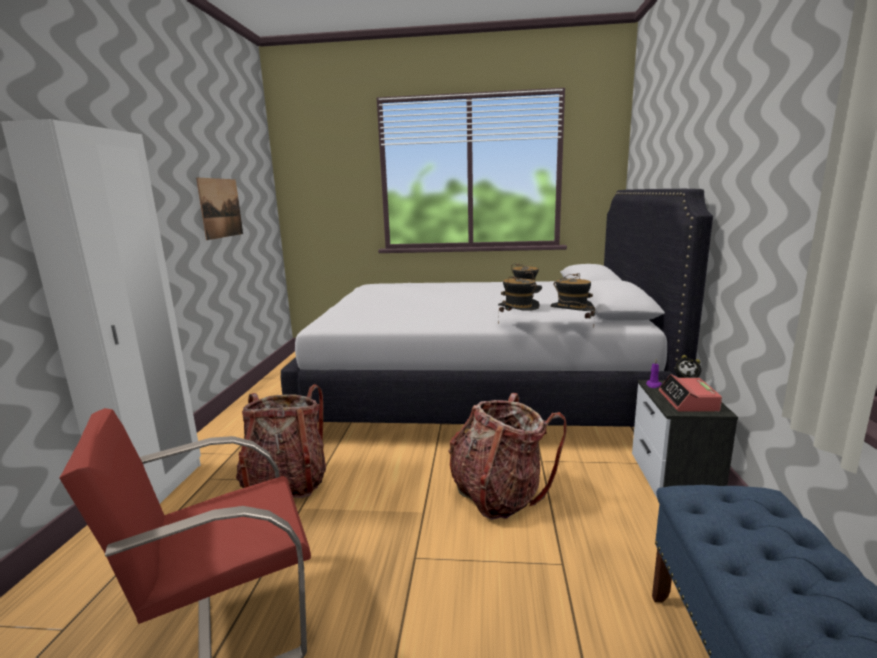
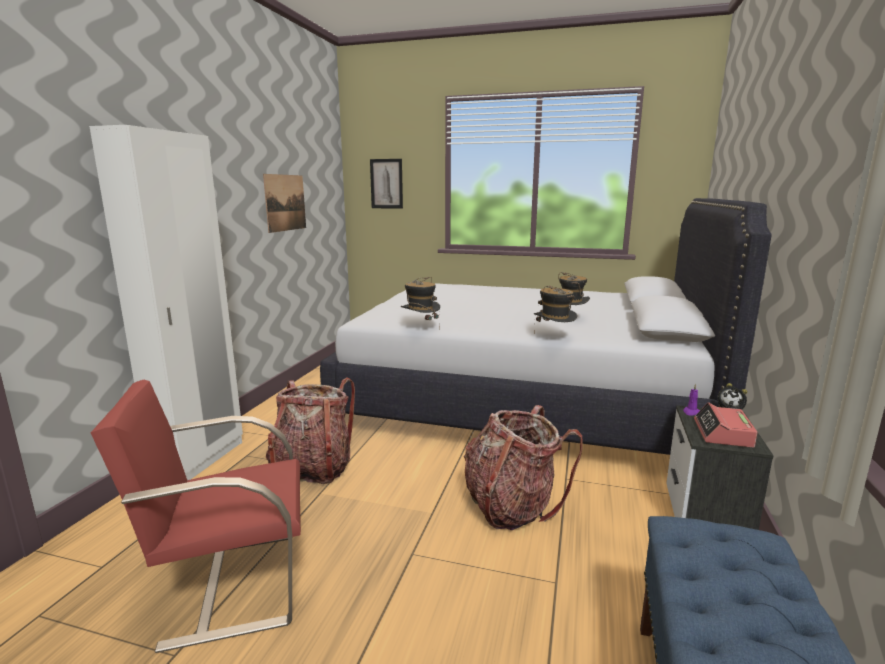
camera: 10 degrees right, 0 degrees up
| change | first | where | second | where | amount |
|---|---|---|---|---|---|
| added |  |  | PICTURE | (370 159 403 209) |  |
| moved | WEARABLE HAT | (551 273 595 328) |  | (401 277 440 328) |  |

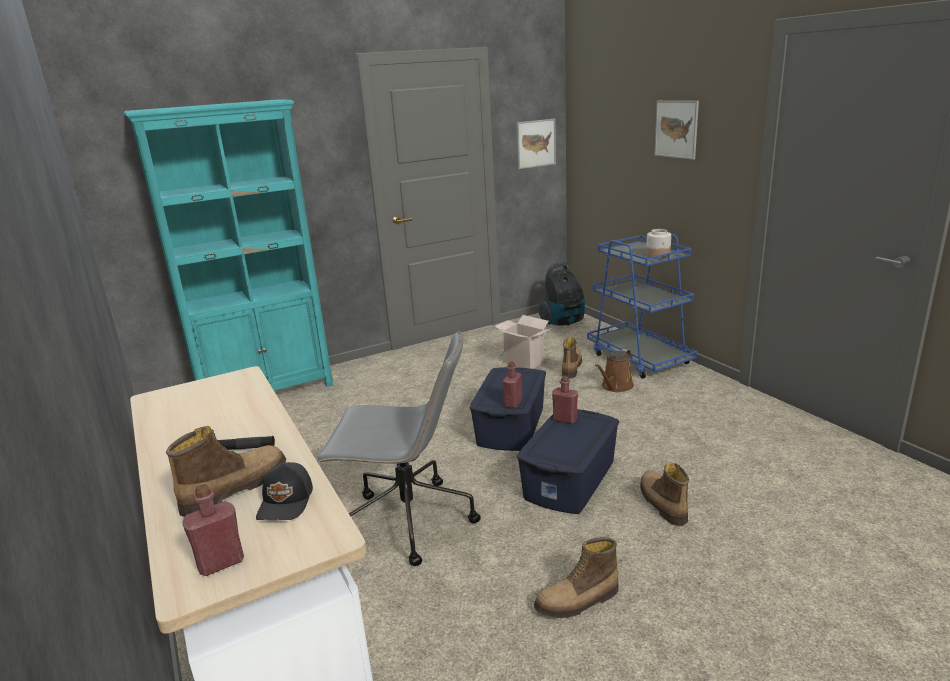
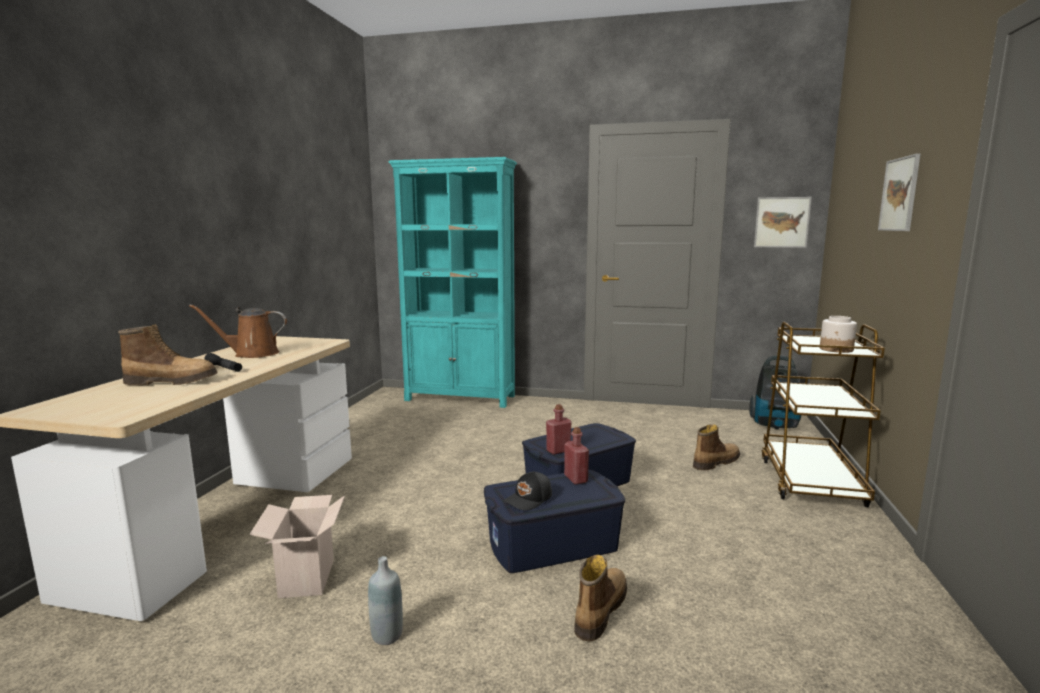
camera: 40 degrees right, 10 degrees down
| change | first | where | second | where | amount |
|---|---|---|---|---|---|
| removed | RED-COLOURED BEVERAGE BOTTLE | (182 484 244 576) |  |  |  |
| removed | GREY COMPUTER CHAIR | (316 331 481 566) |  |  |  |
| moved | BLACK CAP | (256 462 313 520) |  | (503 471 552 511) |  |
| moved | PACKING BOX | (494 315 552 369) |  | (249 495 345 598) |  |
| moved | BROWN WATERING POT | (595 349 634 392) |  | (189 305 287 358) |  |
| replaced | HIGH-TOP BOOT | (534 537 619 618) | GREY BEVERAGE BOTTLE | (368 556 403 645) |  |
| recoloured | BLUE-COLOURED CART | (587 234 697 379) | BROWN CART | (761 322 885 507) |  |

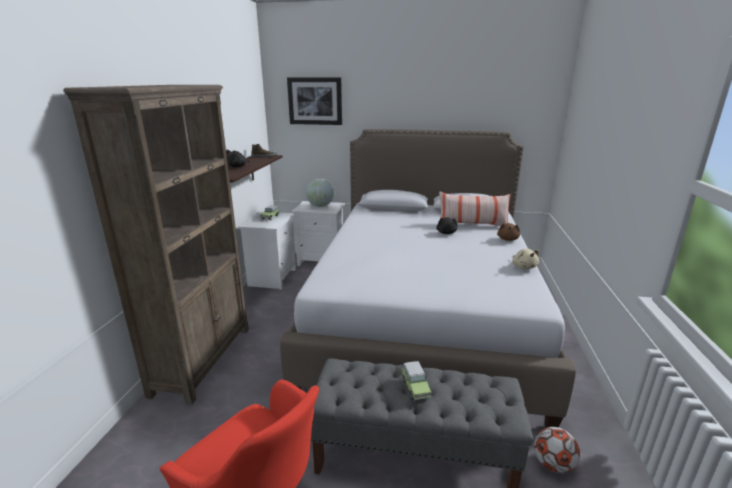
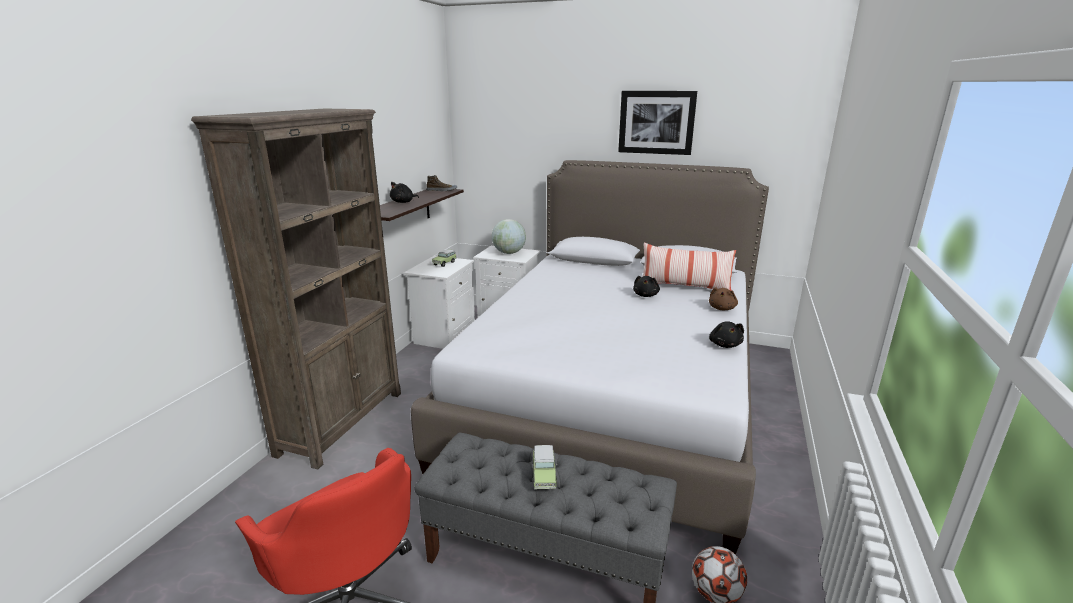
camera: 10 degrees right, 0 degrees up
| change | first | where | second | where | amount |
|---|---|---|---|---|---|
| moved | PICTURE | (287 77 342 125) |  | (618 91 697 155) |  |
| recoloured | SAND-COLOURED PLUSH TOY | (512 249 540 269) | BLACK PLUSH TOY | (709 321 744 348) |  |

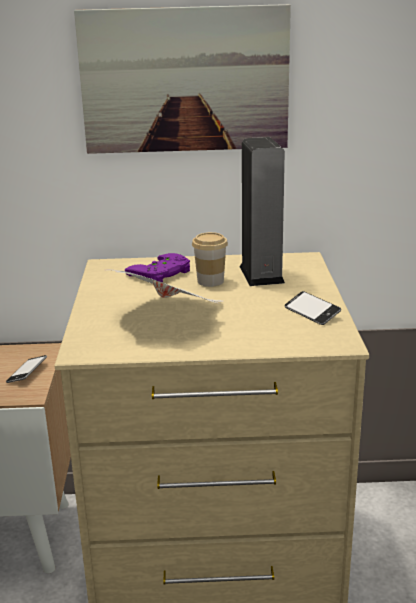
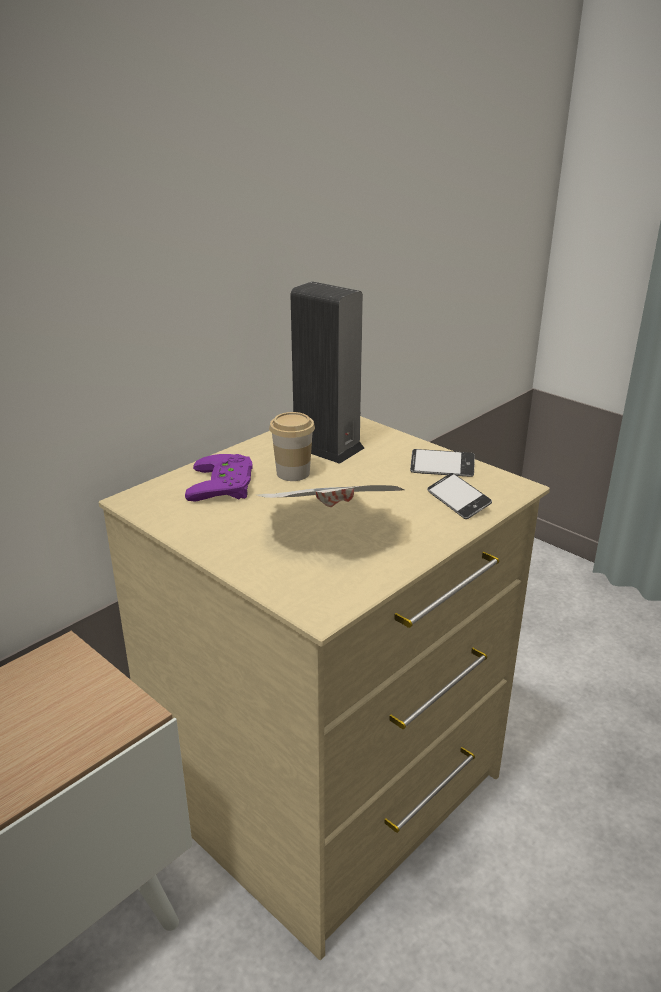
camera: 45 degrees left, 5 degrees up
| change | first | where | second | where | amount |
|---|---|---|---|---|---|
| removed | PICTURE | (74 4 291 154) |  |  |  |
| moved | PHONE | (6 355 47 383) |  | (427 473 492 519) |  |

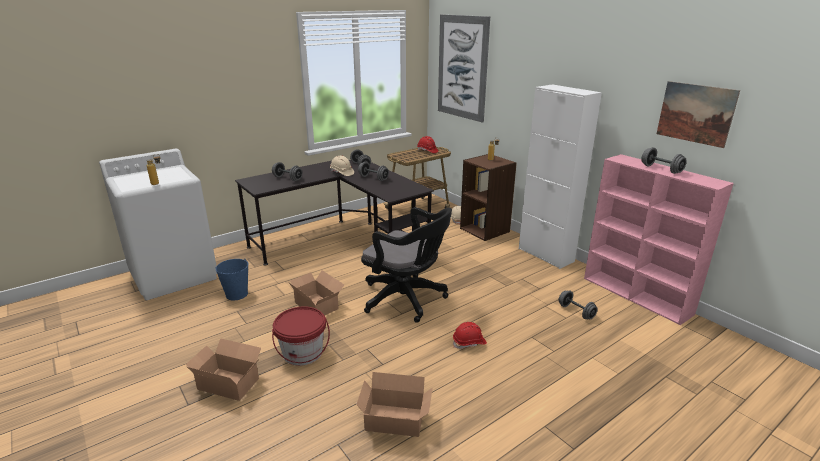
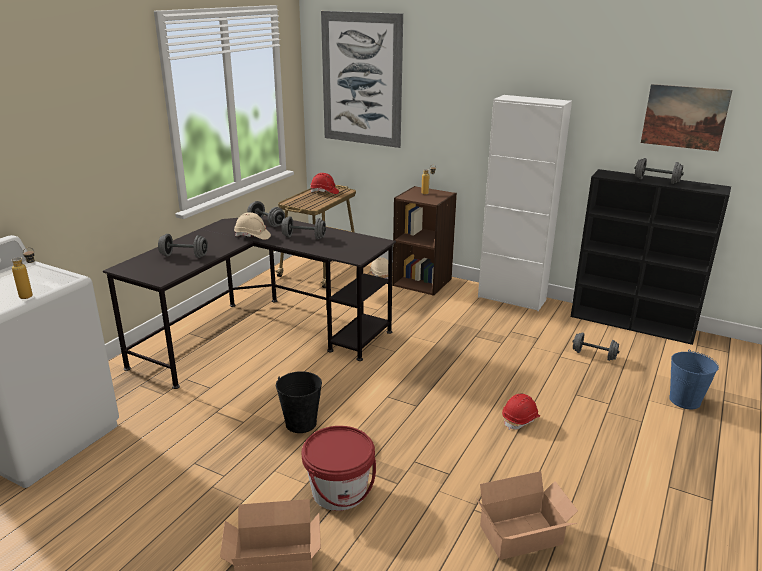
camera: 25 degrees left, 0 degrees up
| change | first | where | second | where | amount |
|---|---|---|---|---|---|
| removed | BLACK COMPUTER CHAIR | (361 207 452 323) |  |  |  |
| moved | BLUE-COLOURED BUCKET | (215 258 249 300) |  | (669 350 719 409) |  |
| replaced | PACKING BOX | (289 270 344 316) | BLACK BUCKET | (276 371 322 433) |  |
| recoloured | PINK SHELVING UNIT | (584 154 734 325) | BLACK SHELVING UNIT | (571 169 731 345) |  |

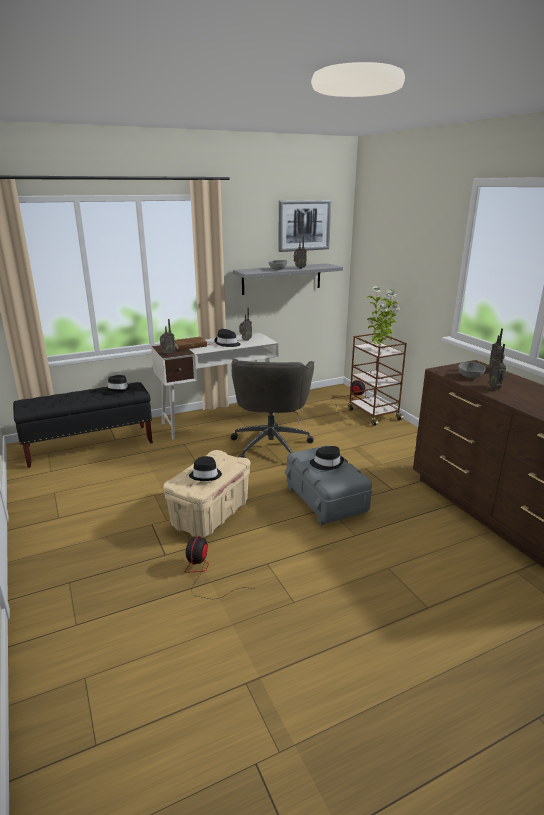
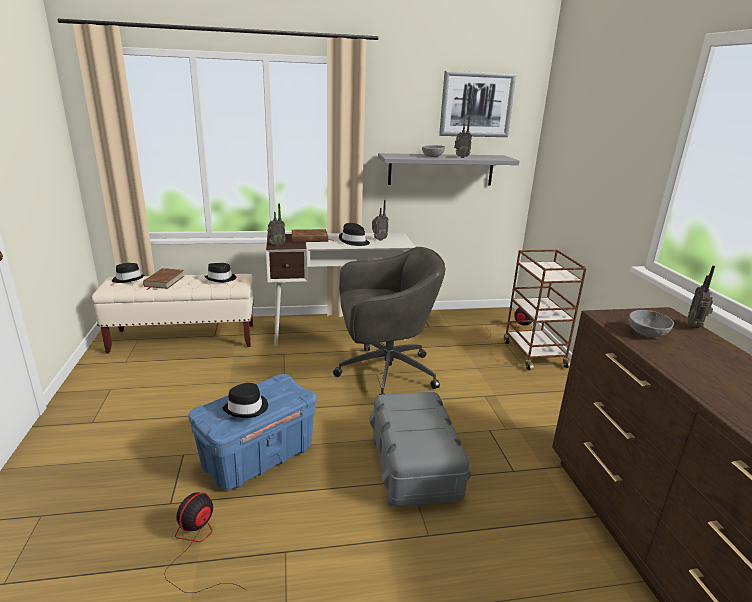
camera: 15 degrees right, 0 degrees up
| change | first | where | second | where | amount |
|---|---|---|---|---|---|
| removed | HOUSEPLANT | (367 286 399 348) |  |  |  |
| removed | RADIO | (489 344 507 389) |  |  |  |
| added |  |  | BROWN BOUND BOOK | (143 268 184 290) |  |
| moved | BLACK WEARABLE HAT | (310 446 344 470) |  | (112 263 144 283) |  |
| recoloured | BLACK LONG SEAT | (13 382 153 468) | SAND-COLOURED LONG SEAT | (92 274 254 354) |  |
| recoloured | SAND-COLOURED STORAGE BIN | (163 450 250 538) | BLUE-COLOURED STORAGE BIN | (188 374 316 490) |  |
| turned | GREY COMPUTER CHAIR | (231 359 314 458) |  | (333 247 446 395) | 120 degrees counterclockwise |

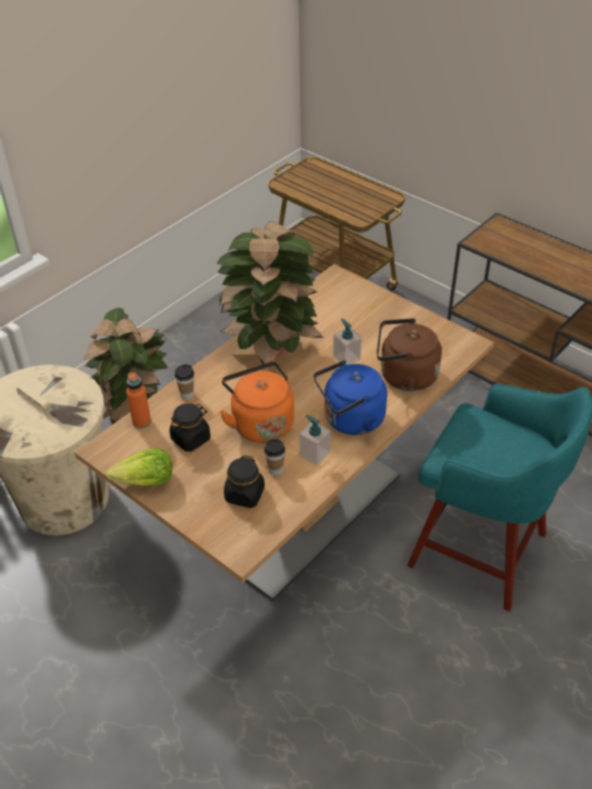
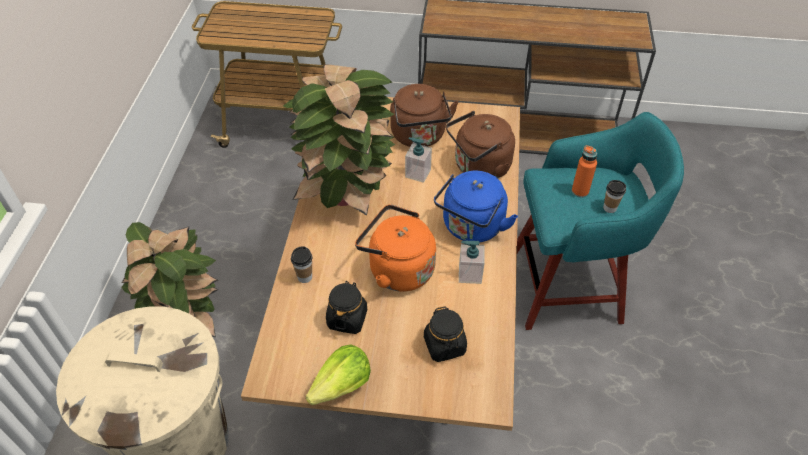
camera: 35 degrees left, 5 degrees up
| change | first | where | second | where | amount |
|---|---|---|---|---|---|
| added |  |  | BROWN KETTLE | (390 84 458 147) |  |
| moved | ORANGEY BEVERAGE BOTTLE | (126 372 151 429) |  | (572 145 597 198) |  |
| moved | CUP | (264 439 285 475) |  | (603 180 626 213) |  |

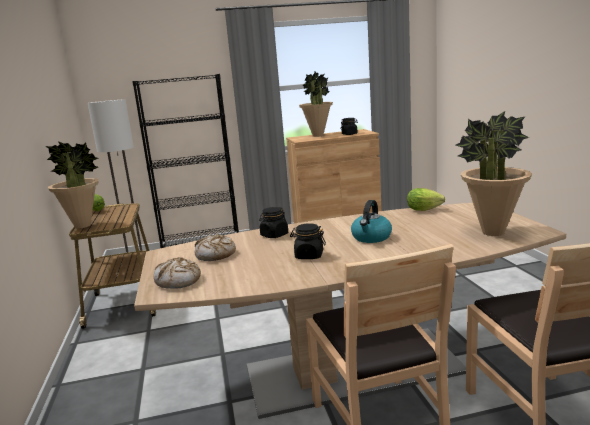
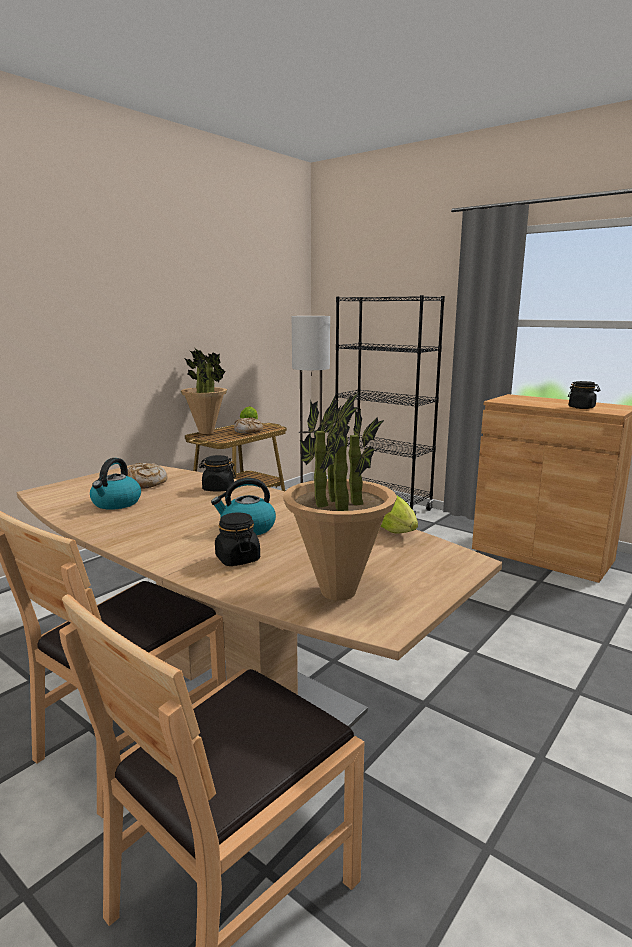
camera: 50 degrees right, 0 degrees up
| change | first | where | second | where | amount |
|---|---|---|---|---|---|
| removed | HOUSEPLANT | (299 72 333 137) |  |  |  |
| added |  |  | KETTLE | (90 458 141 510) |  |
| moved | BREAD | (154 257 201 289) |  | (234 417 263 434) |  |
| moved | BLACK JAR | (290 223 326 259) |  | (215 512 260 566) |  |

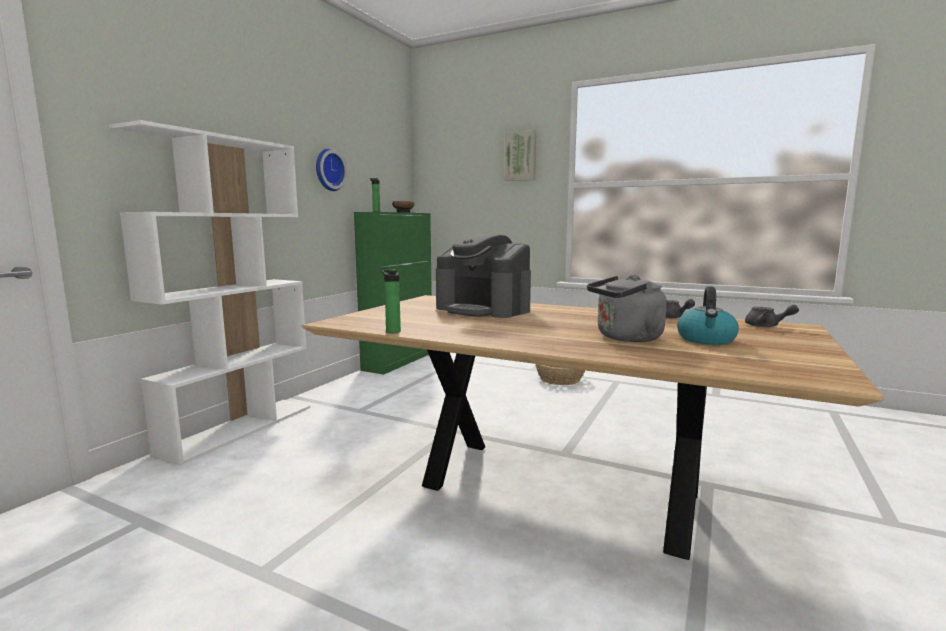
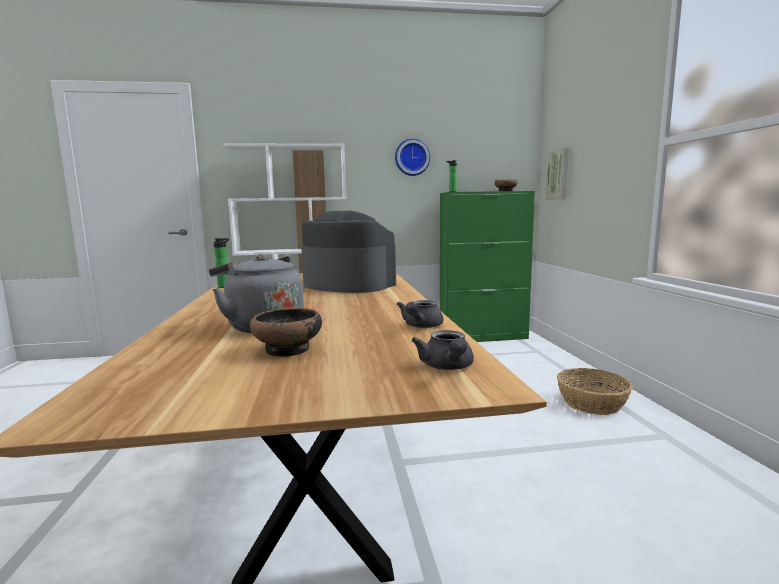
camera: 55 degrees right, 0 degrees up
| change | first | where | second | where | amount |
|---|---|---|---|---|---|
| moved | PICTURE | (504 130 536 181) |  | (545 148 569 200) |  |
| replaced | KETTLE | (677 287 739 345) | BOWL | (250 308 322 357) |  |
| turned | COFFEE MAKER | (436 234 531 318) |  | (301 211 396 293) | 120 degrees clockwise |

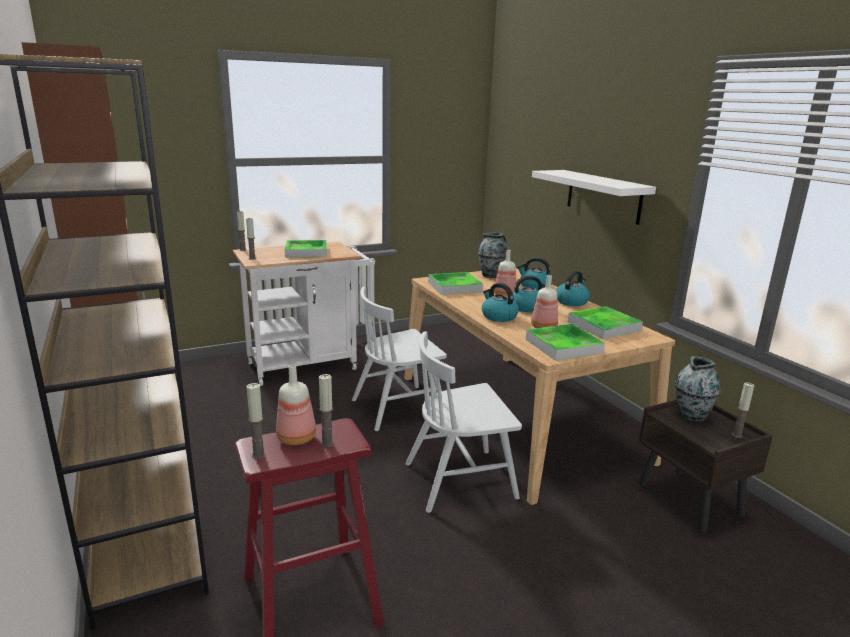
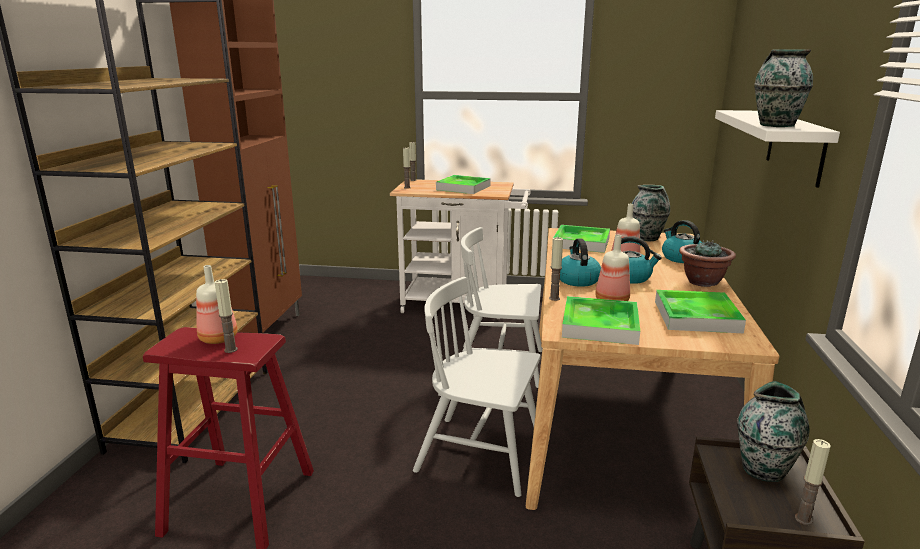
camera: 35 degrees right, 0 degrees up
| change | first | where | second | where | amount |
|---|---|---|---|---|---|
| added |  |  | VASE | (754 49 813 127) |  |
| moved | WAX CANDLE | (247 383 266 459) |  | (549 237 563 301) |  |
| replaced | KETTLE | (556 270 590 306) | HOUSEPLANT | (679 240 736 287) |  |

